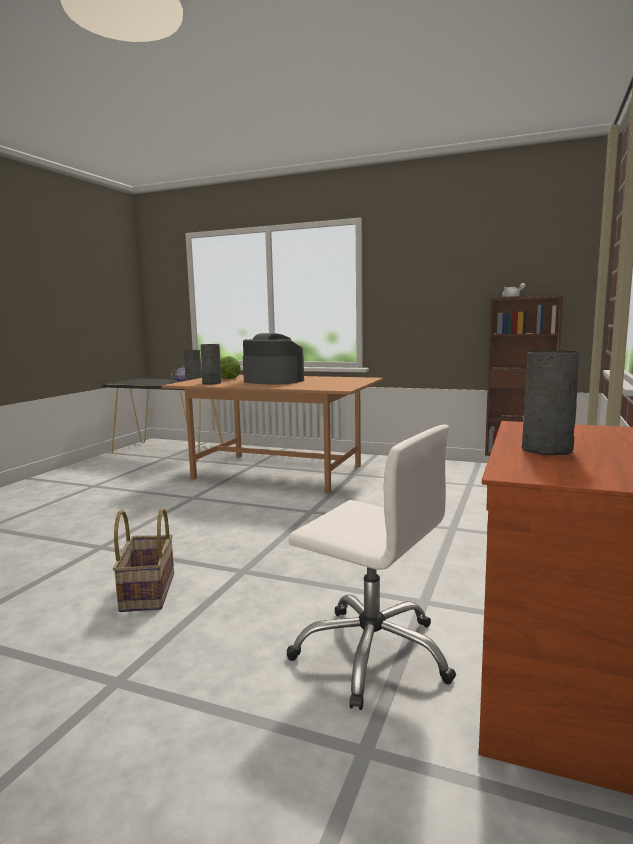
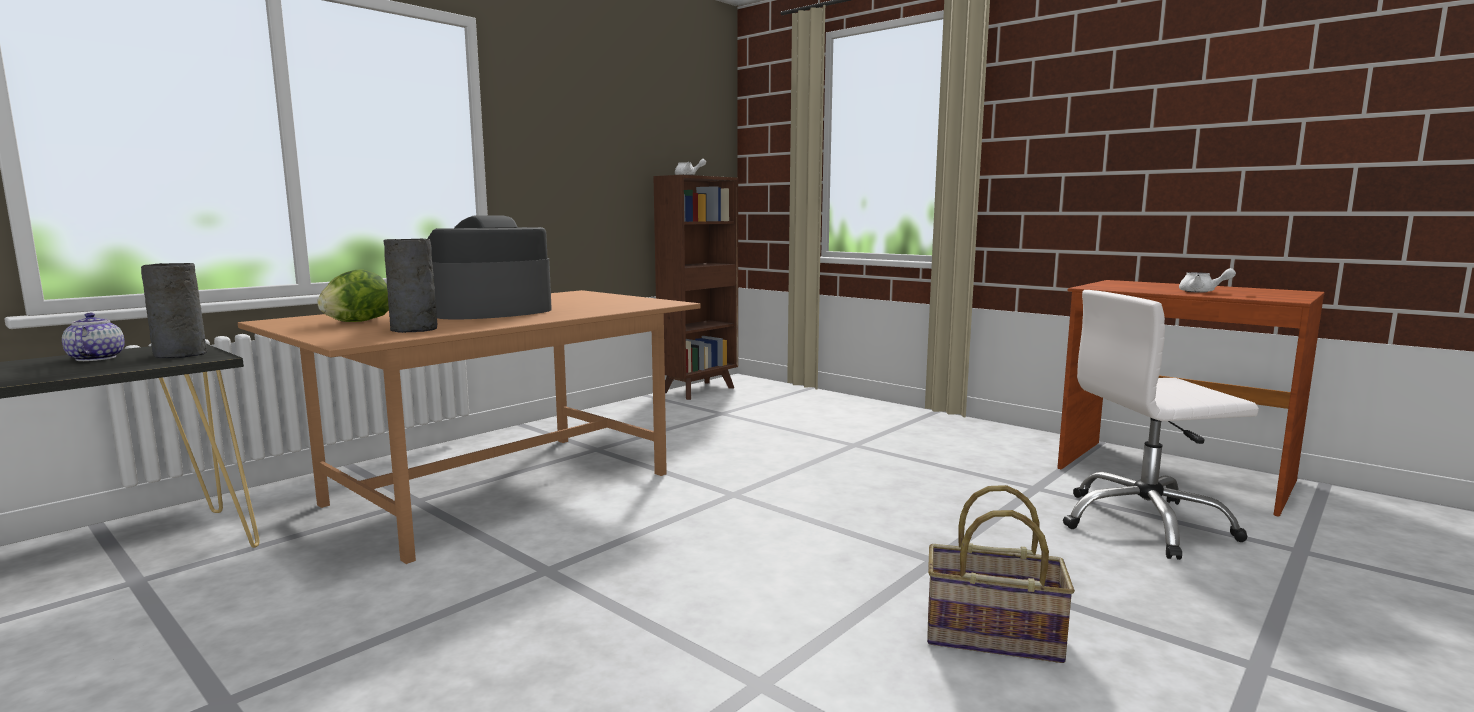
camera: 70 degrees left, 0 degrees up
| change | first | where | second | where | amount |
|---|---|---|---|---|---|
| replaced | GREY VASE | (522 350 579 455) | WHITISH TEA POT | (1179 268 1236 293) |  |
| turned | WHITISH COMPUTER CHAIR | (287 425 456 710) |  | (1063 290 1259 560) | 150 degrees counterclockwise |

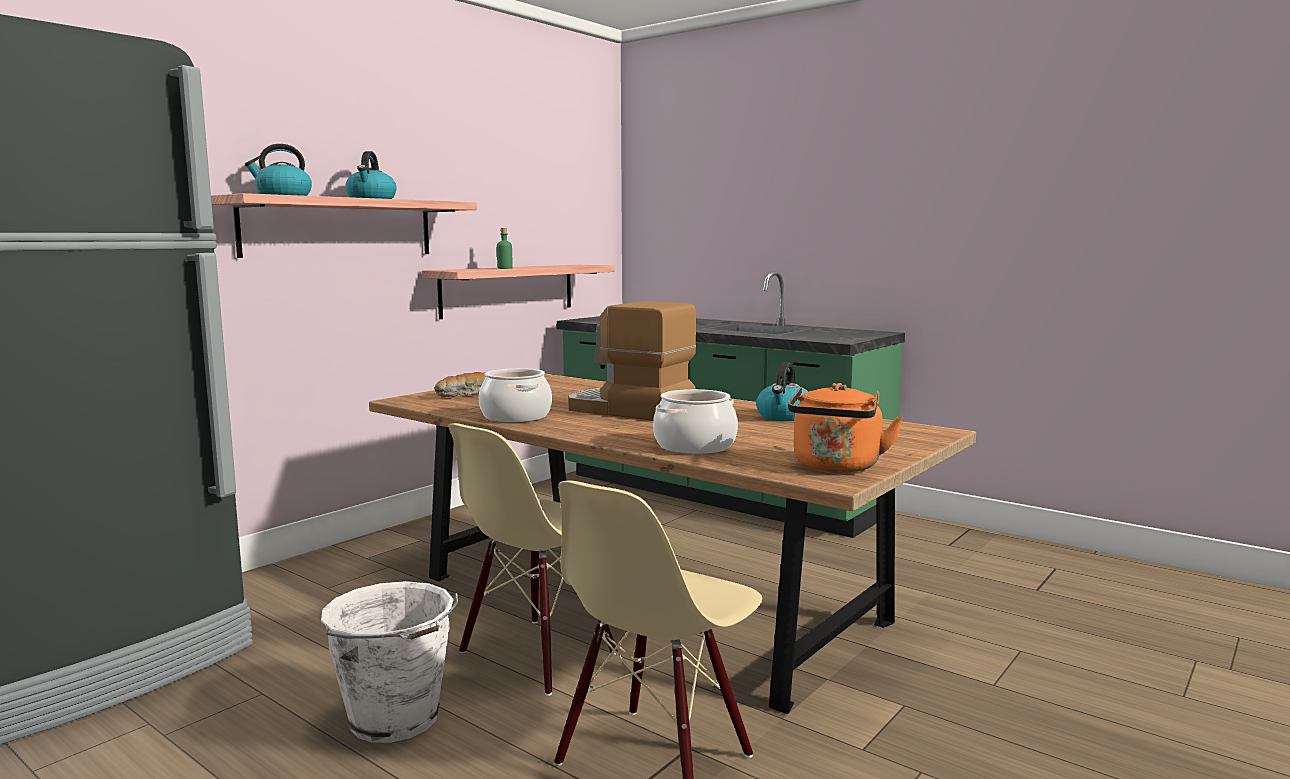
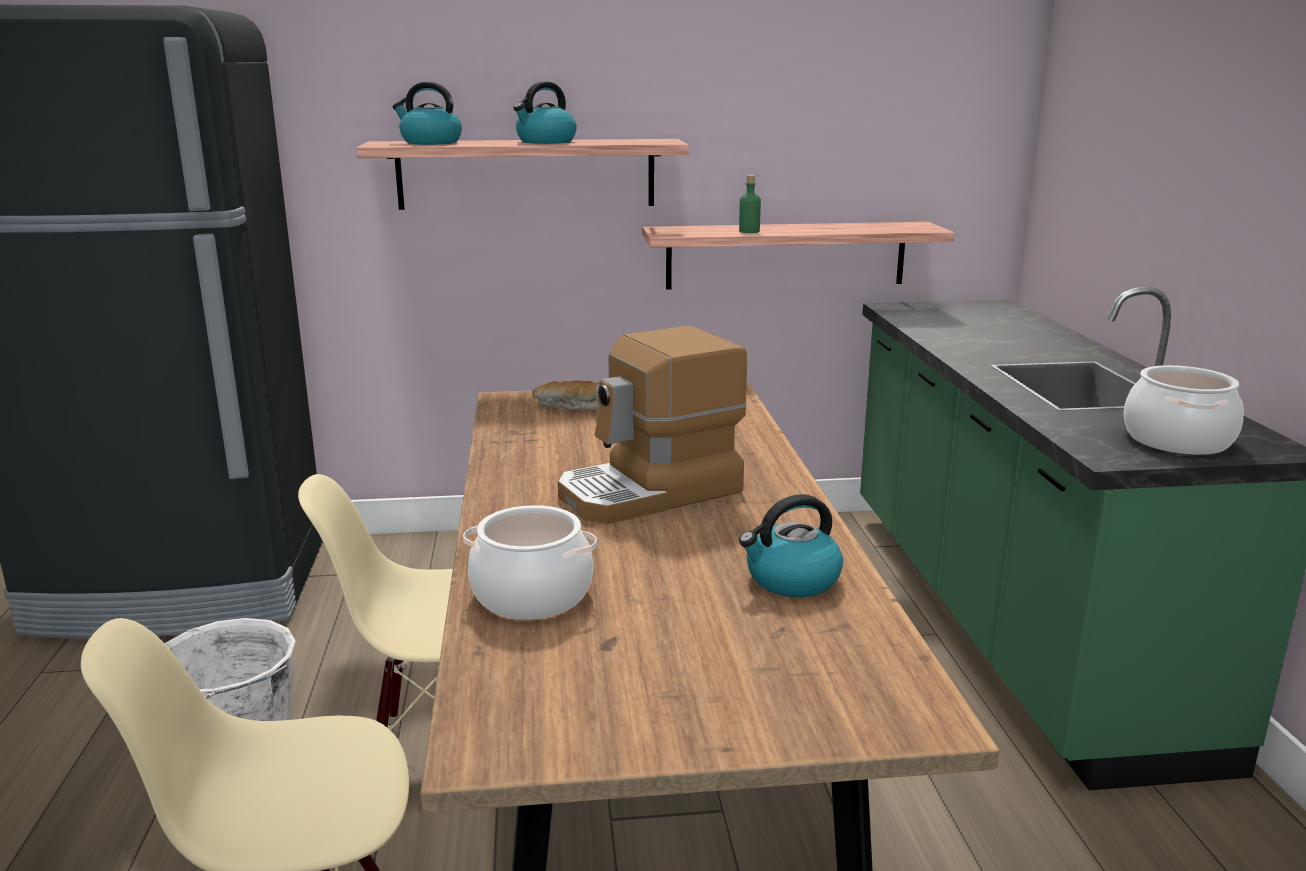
camera: 45 degrees right, 10 degrees up
| change | first | where | second | where | amount |
|---|---|---|---|---|---|
| removed | ORANGEY KETTLE | (788 383 903 473) |  |  |  |
| moved | SAUCEPOT | (479 368 552 423) |  | (1123 365 1244 455) |  |
| turned | COFFEE MAKER | (568 301 697 421) |  | (558 326 747 524) | 105 degrees counterclockwise |

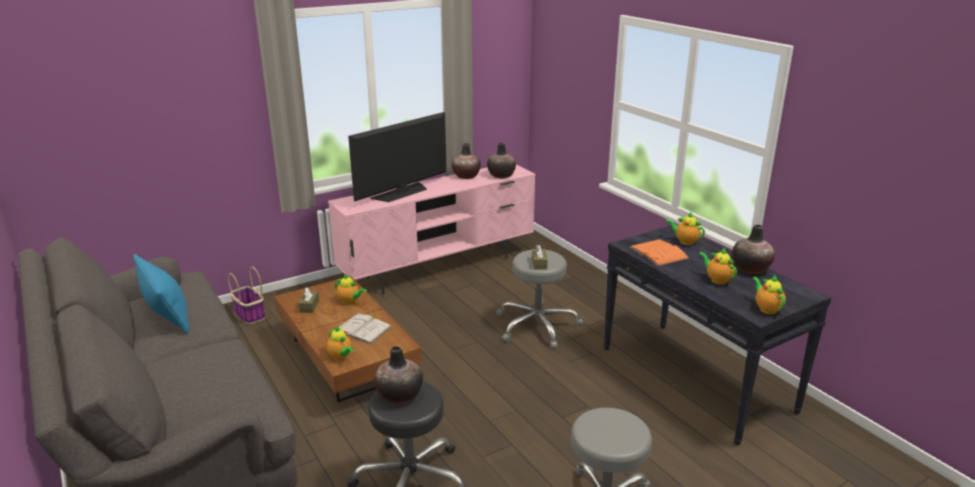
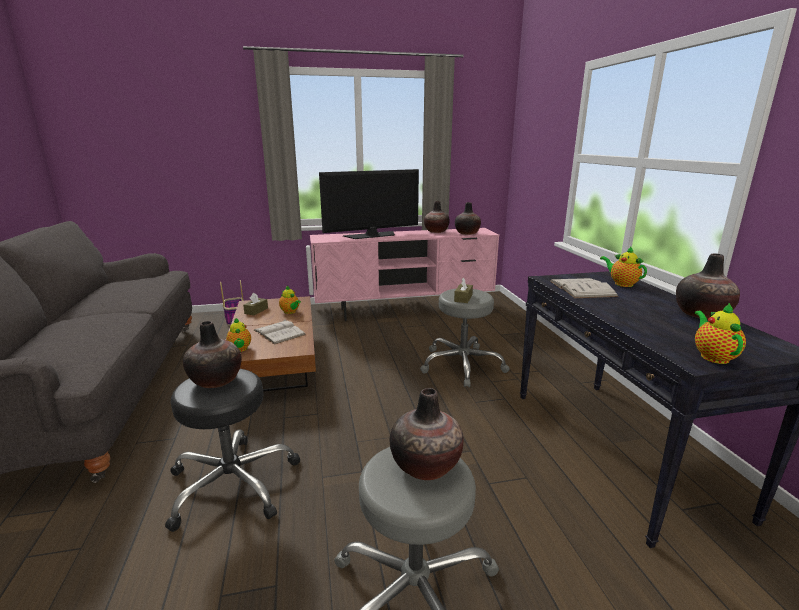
camera: 20 degrees right, 5 degrees down
| change | first | where | second | where | amount |
|---|---|---|---|---|---|
| removed | BLUE-COLOURED PILLOW | (133 254 189 333) |  |  |  |
| removed | TEA POT | (699 247 737 285) |  |  |  |
| added |  |  | VASE | (390 388 463 480) |  |
| recoloured | ORANGEY BOUND BOOK | (629 239 689 266) | WHITISH BOUND BOOK | (550 278 619 298) |  |

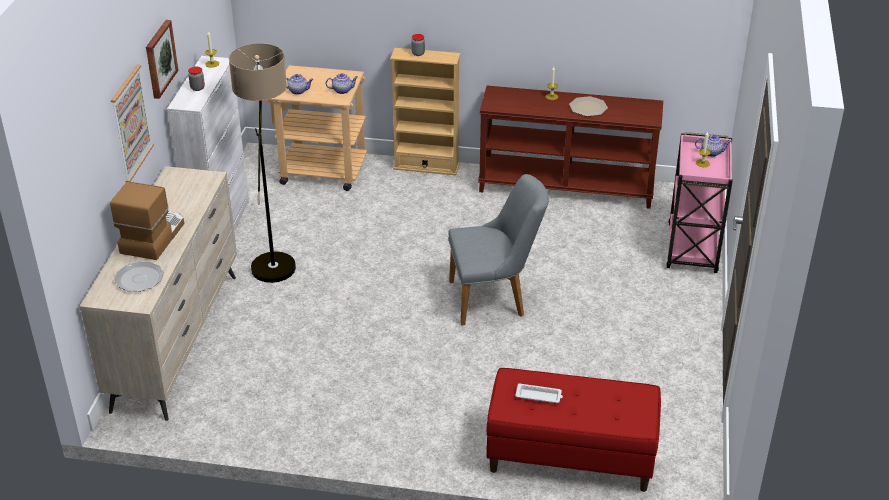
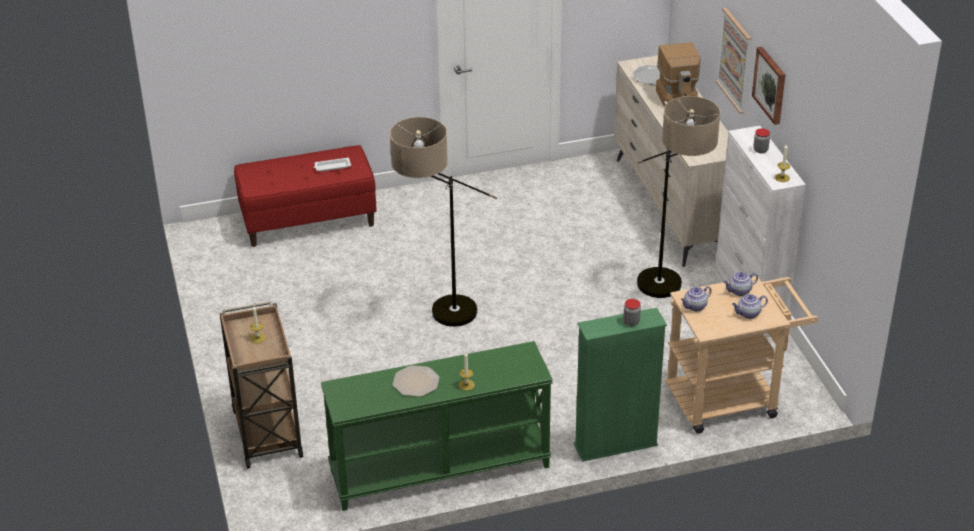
camera: 155 degrees right, 0 degrees up
| change | first | where | second | where | amount |
|---|---|---|---|---|---|
| moved | TEA POT | (695 135 731 157) |  | (732 294 768 319) |  |
| replaced | GREY PLAIN CHAIR | (448 174 549 326) | STANDARD LAMP | (390 117 497 327) |  |
| recoloured | SAND-COLOURED SHELVING UNIT | (390 48 461 175) | GREEN-COLOURED SHELVING UNIT | (574 308 667 462) |  |
| recoloured | BROWN CONSOLE TABLE | (478 86 663 209) | GREEN-COLOURED CONSOLE TABLE | (321 341 553 511) |  |
| recoloured | PINK CART | (666 132 733 273) | BROWN CART | (220 301 303 468) |  |

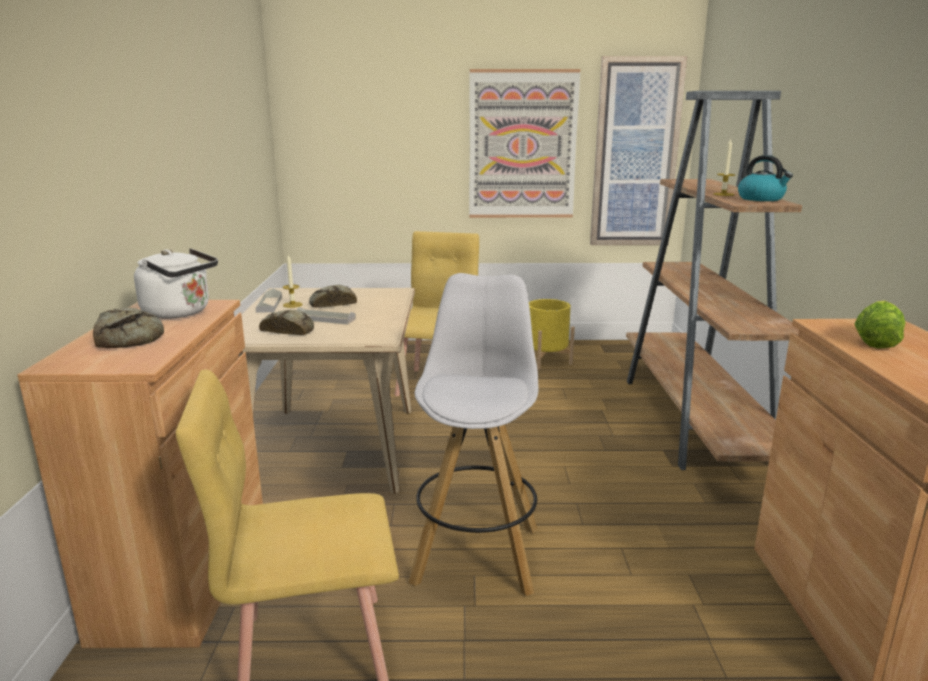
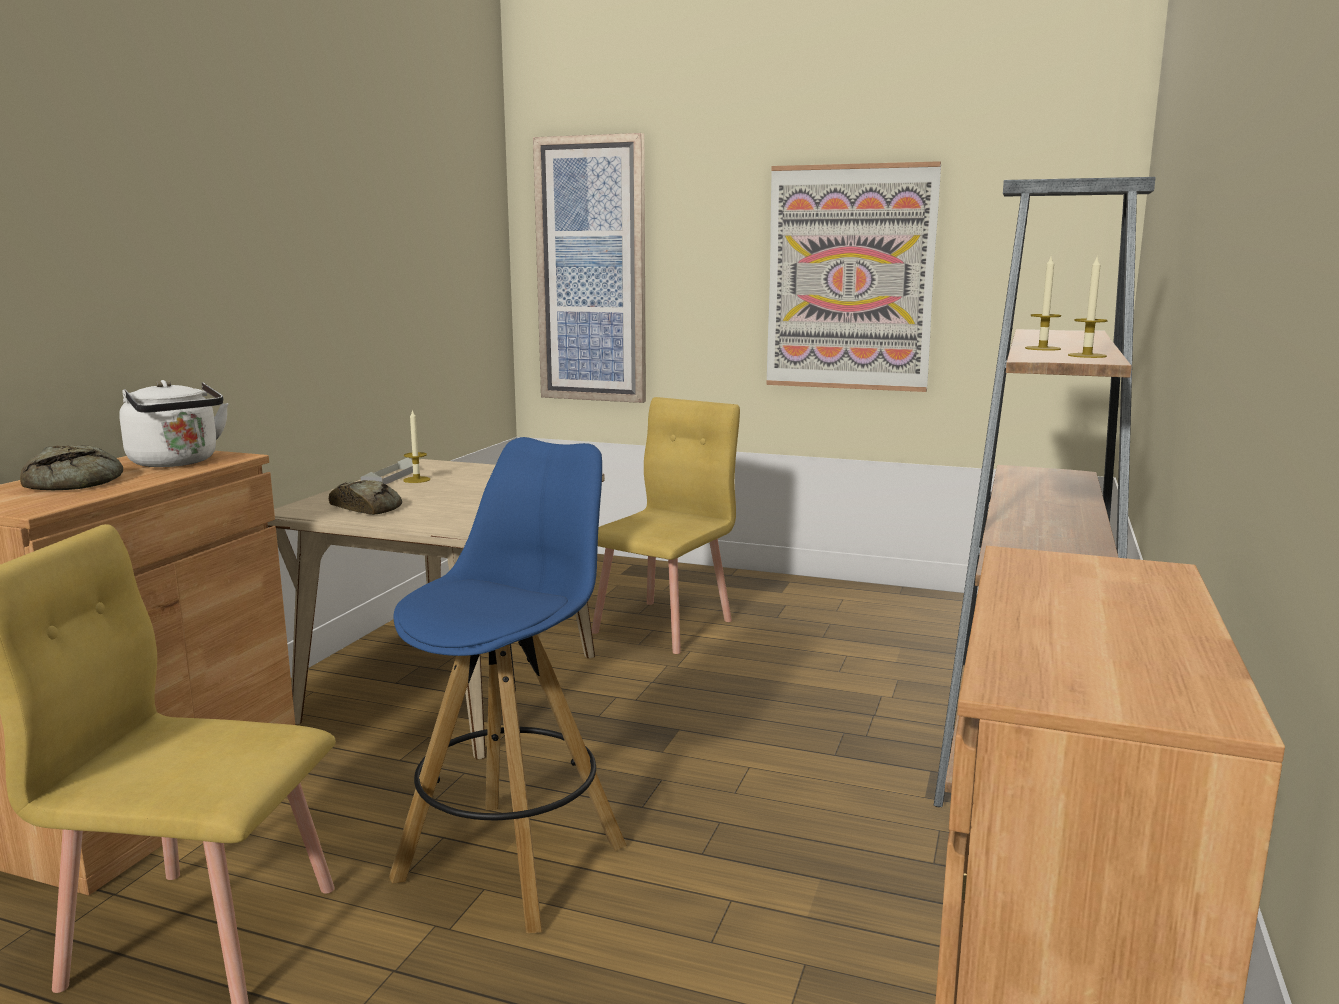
camera: 20 degrees right, 5 degrees down
| change | first | where | second | where | amount |
|---|---|---|---|---|---|
| removed | GREY SERVING TRAY | (297 307 356 325) |  |  |  |
| removed | BREAD | (309 285 357 308) |  |  |  |
| removed | YELLOW PLANT POT | (529 299 575 369) |  |  |  |
| removed | LETTUCE | (855 301 906 348) |  |  |  |
| moved | PICTURE | (590 56 687 245) |  | (533 133 646 403) |  |
| replaced | KETTLE | (738 155 793 201) | WAX CANDLE | (1068 255 1108 358) |  |
| recoloured | WHITISH SITTING STOOL | (408 273 539 596) | BLUE-COLOURED SITTING STOOL | (389 437 627 933) |  |

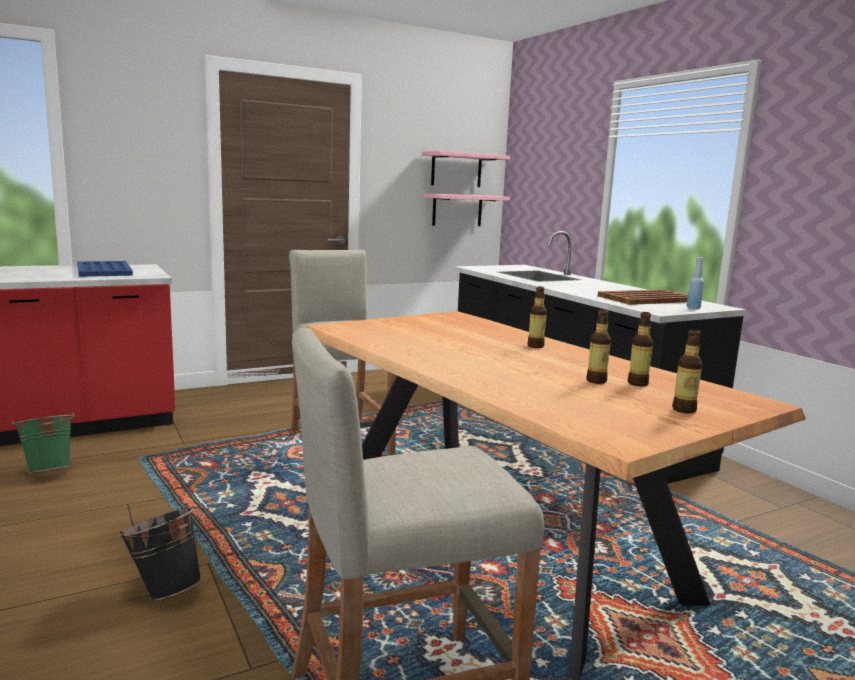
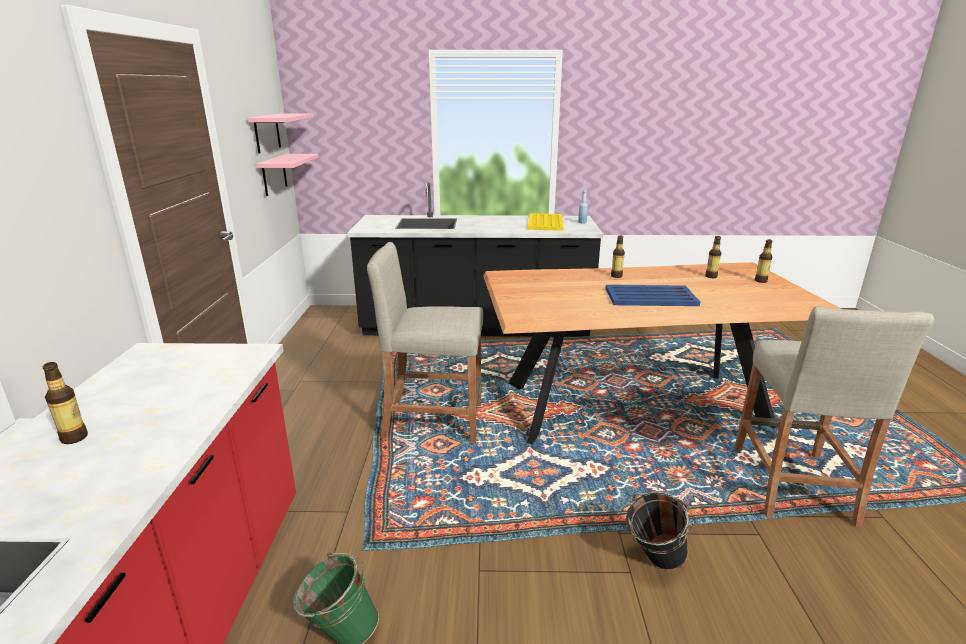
camera: 60 degrees left, 10 degrees up
| change | first | where | second | where | amount |
|---|---|---|---|---|---|
| moved | BLUE-COLOURED SERVING TRAY | (77 261 133 277) |  | (605 285 700 306) |  |
| moved | BEVERAGE BOTTLE | (586 310 611 384) |  | (42 362 88 444) |  |
| recoloured | BROWN SERVING TRAY | (598 289 688 305) | YELLOW SERVING TRAY | (528 213 564 231) |  |

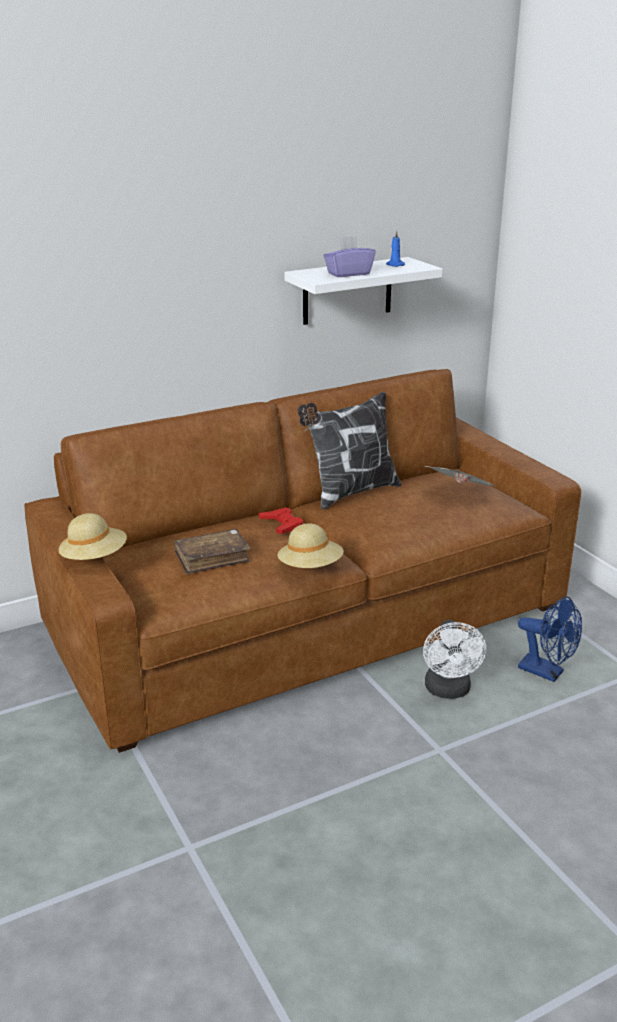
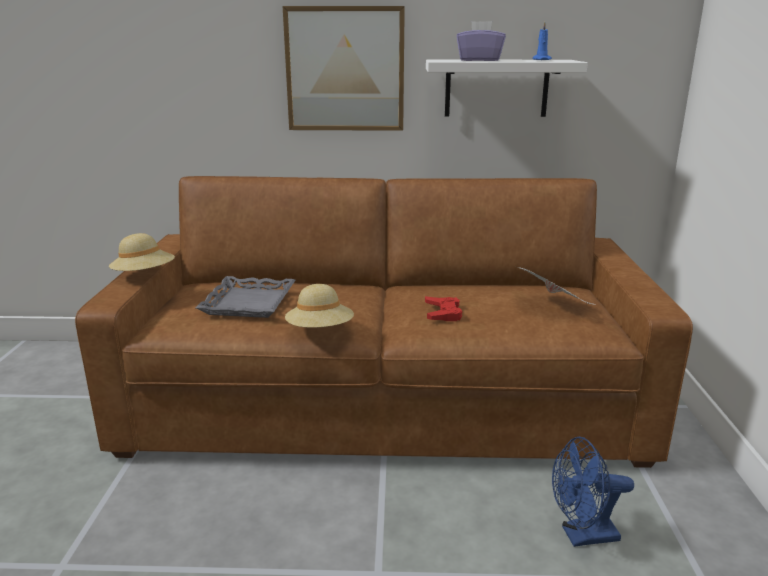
camera: 30 degrees right, 5 degrees down
| change | first | where | second | where | amount |
|---|---|---|---|---|---|
| removed | PILLOW | (298 391 401 510) |  |  |  |
| removed | WHITISH COOLING FAN | (423 620 486 699) |  |  |  |
| added |  |  | PICTURE | (283 6 405 131) |  |
| moved | RED-COLOURED GAME CONTROLLER | (259 508 303 534) |  | (425 296 462 321) |  |
| replaced | BROWN BOUND BOOK | (175 529 250 575) | GREY SERVING TRAY | (195 276 296 318) |  |
| turned | BLUE-COLOURED COOLING FAN | (518 597 582 682) |  | (552 437 634 547) | 105 degrees clockwise |

